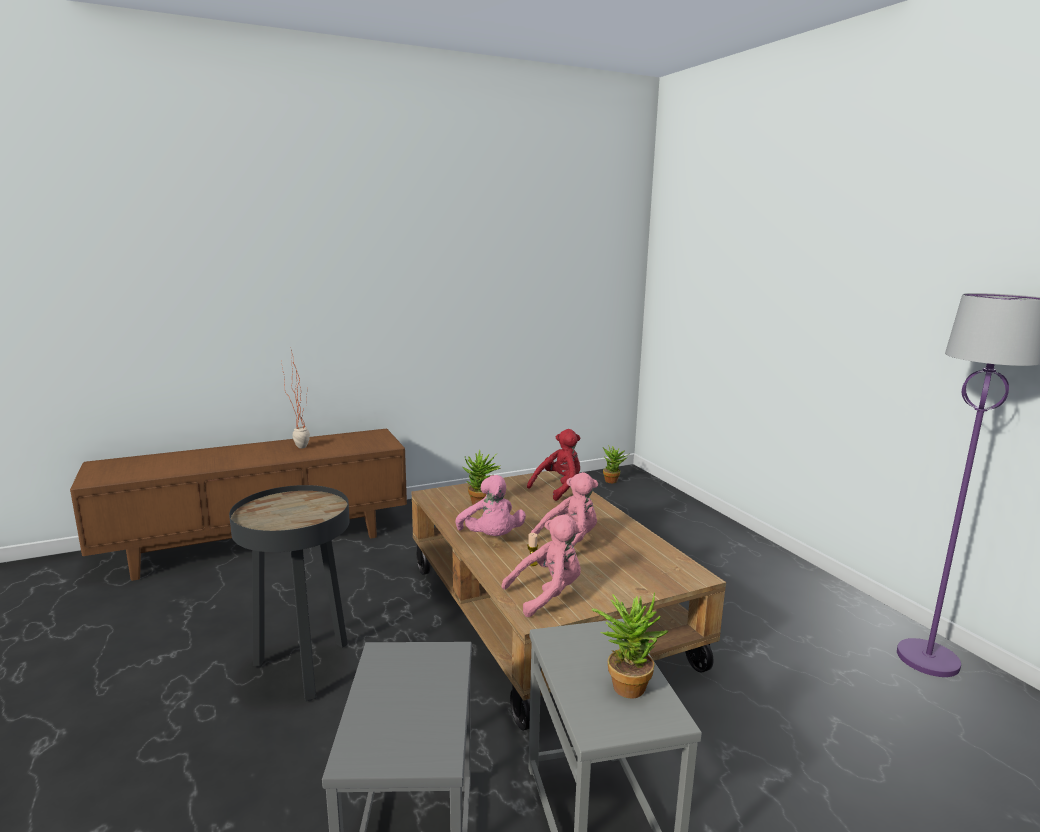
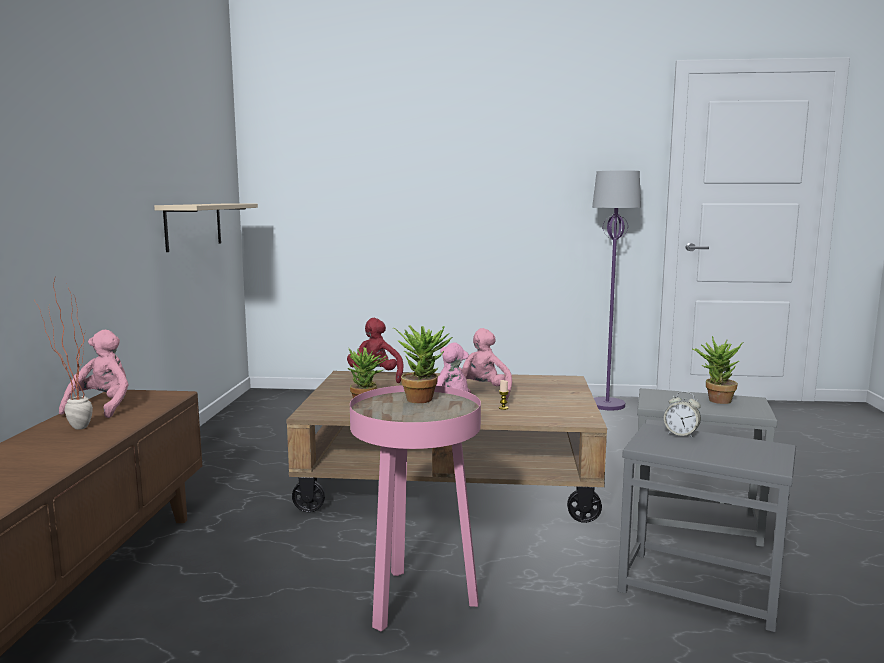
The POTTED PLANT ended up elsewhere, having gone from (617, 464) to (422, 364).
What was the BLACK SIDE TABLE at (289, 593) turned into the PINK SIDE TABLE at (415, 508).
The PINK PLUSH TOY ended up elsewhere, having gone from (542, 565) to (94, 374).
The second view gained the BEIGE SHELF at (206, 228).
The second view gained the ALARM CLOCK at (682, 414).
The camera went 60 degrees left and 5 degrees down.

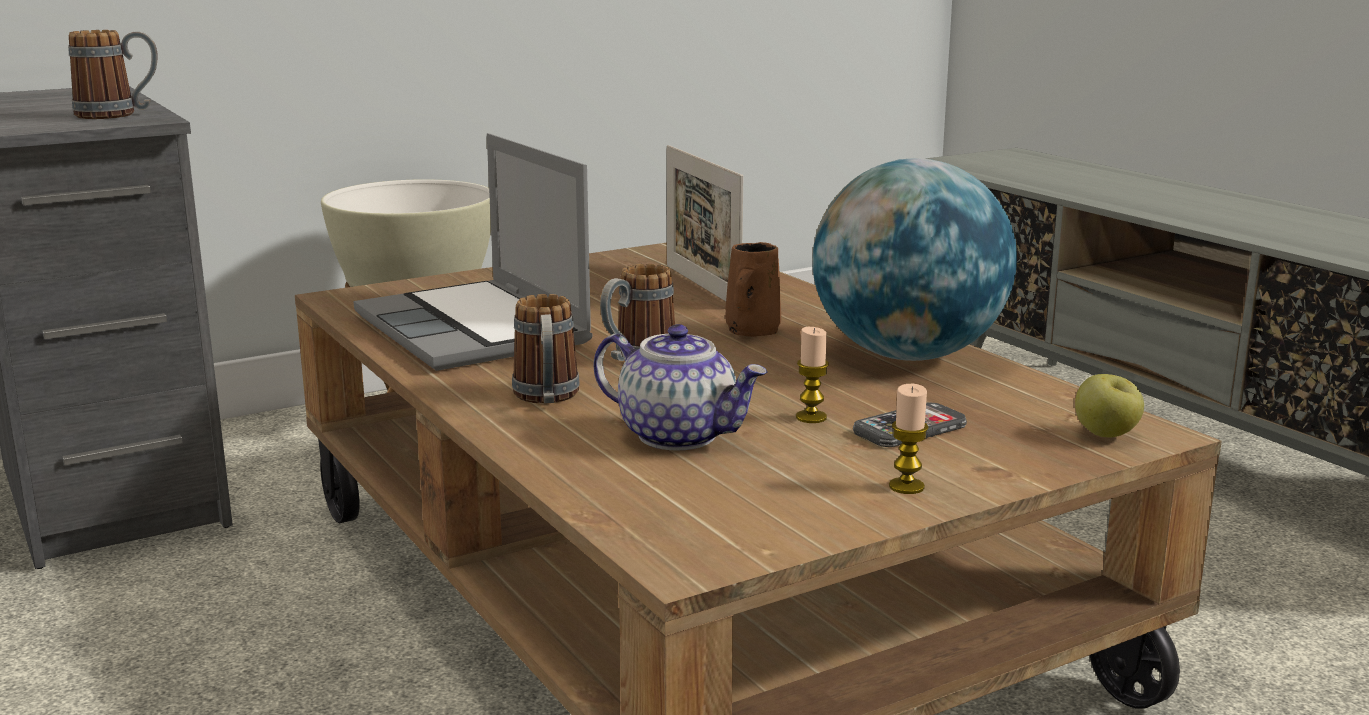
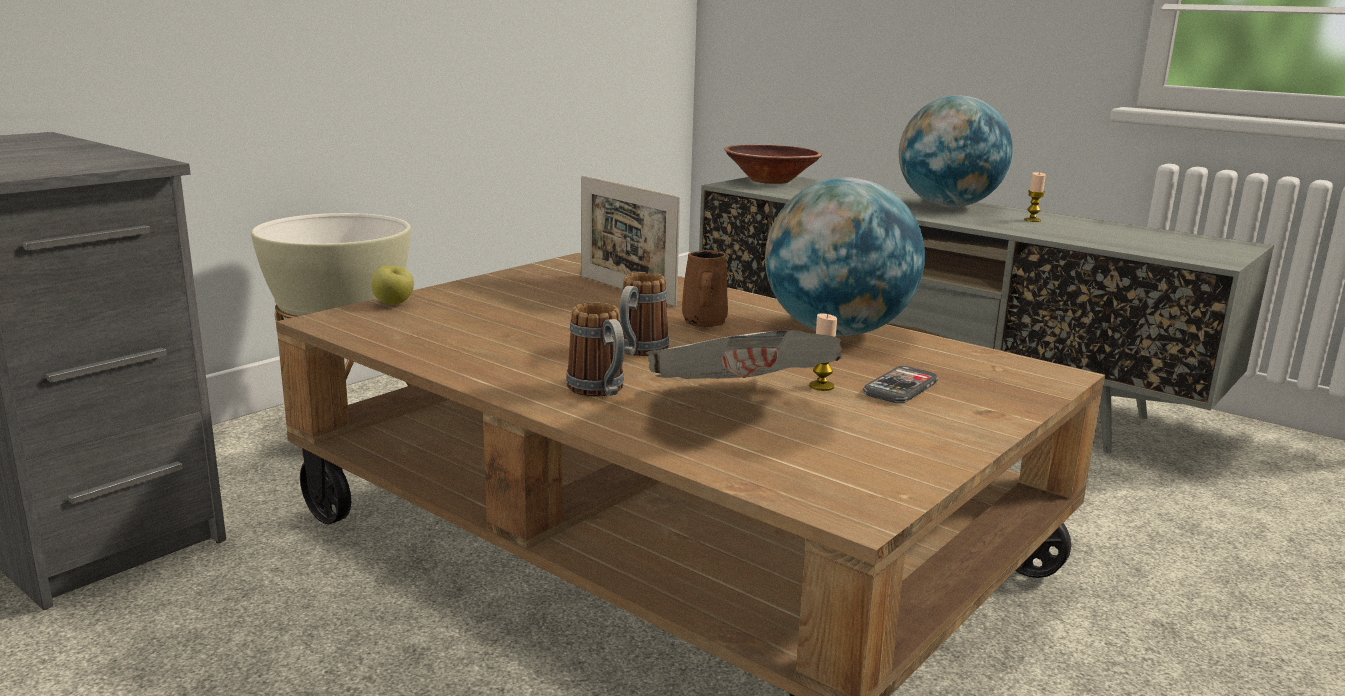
The second view lost the MUG at (113, 74).
The second view lost the LAPTOP at (473, 252).
Where the TEAPOT stood at (680, 387), the NEWSPAPER came to stand at (744, 354).
The APPLE ended up elsewhere, having gone from (1109, 406) to (392, 285).
The CANDLE ended up elsewhere, having gone from (909, 439) to (1035, 197).
The second view gained the GLOBE at (956, 151).
The second view gained the BROWN BOWL at (773, 164).
The camera went 20 degrees left and 0 degrees up.

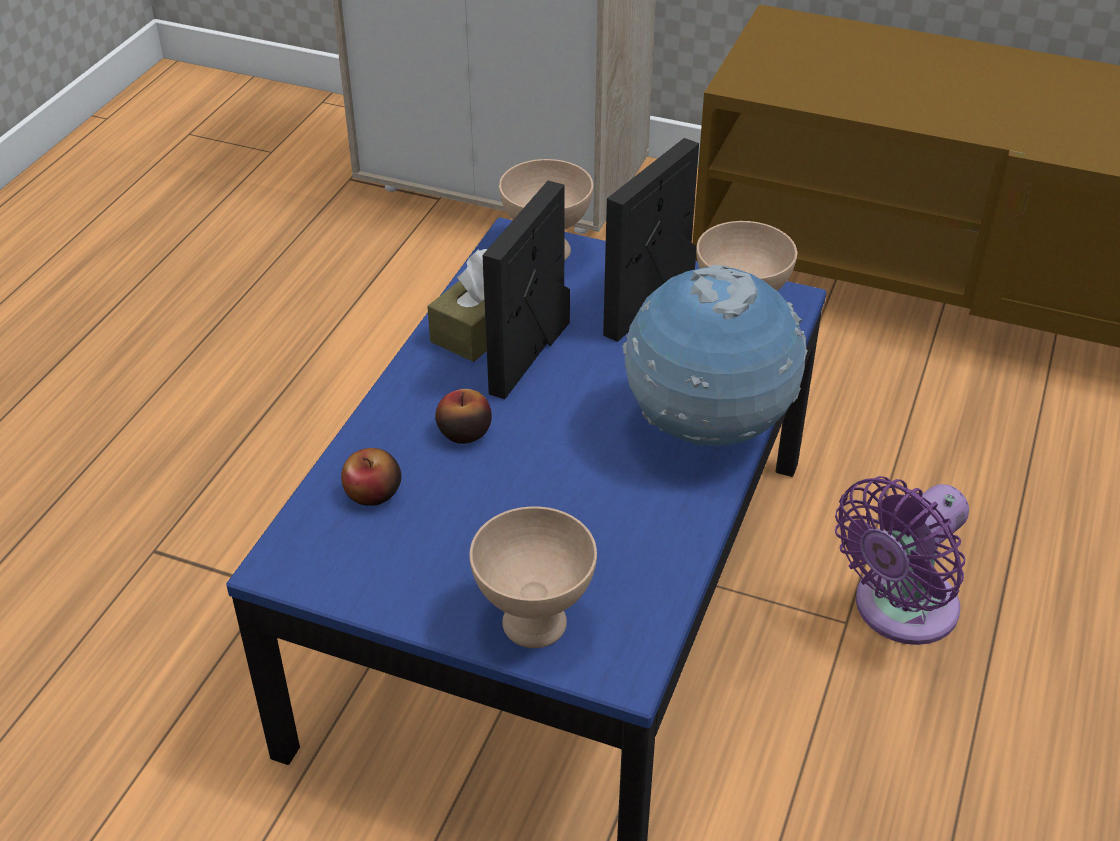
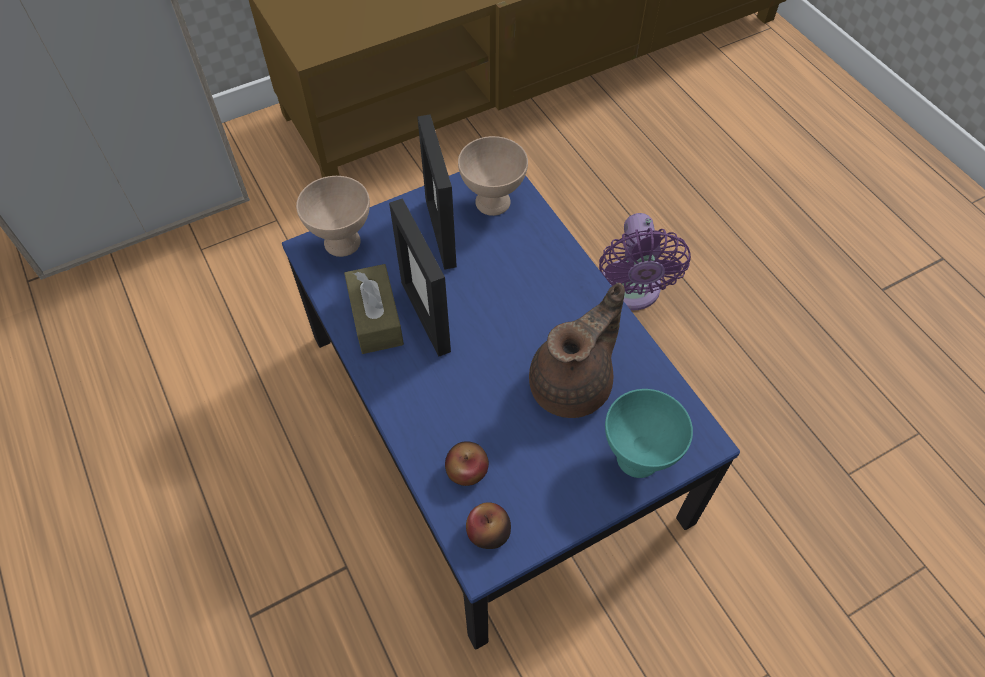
The second view lost the GLOBE at (715, 355).
The APPLE ended up elsewhere, having gone from (463, 416) to (488, 525).
What was the BEIGE BOWL at (533, 577) turned into the TURQUOISE BOWL at (649, 433).
The second view gained the BROWN TEAPOT at (577, 350).
The camera went 50 degrees left and 15 degrees up.

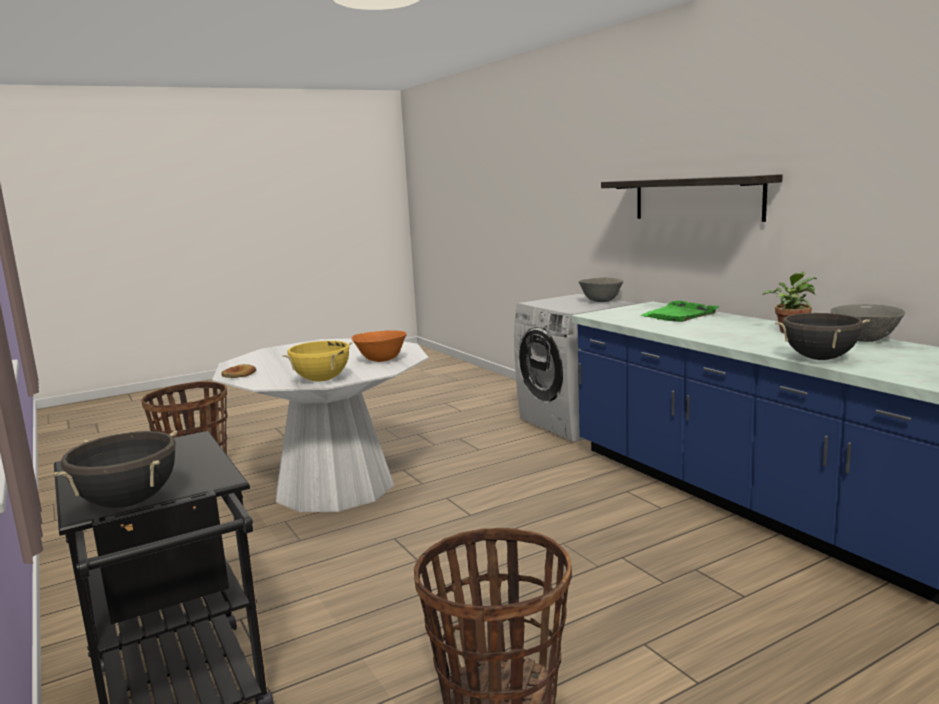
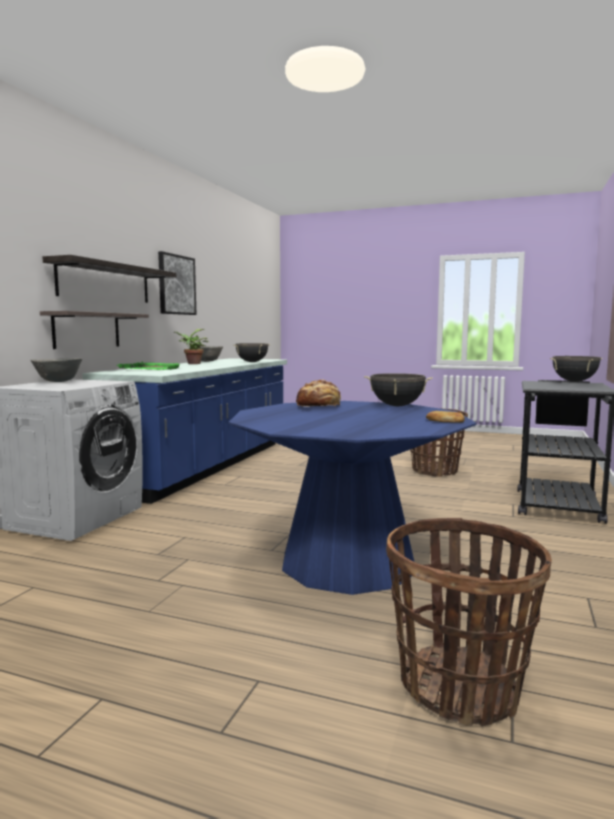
Where the ORANGE BOWL stood at (379, 346), the BREAD came to stand at (318, 393).
What was the WHITE DINING TABLE at (320, 425) turned into the BLUE DINING TABLE at (352, 498).
What was the YELLOW COOKING POT at (318, 361) turned into the BLACK COOKING POT at (398, 389).
The second view gained the PICTURE at (177, 283).
The second view gained the SHELF at (94, 330).
The camera went 130 degrees left and 5 degrees down.

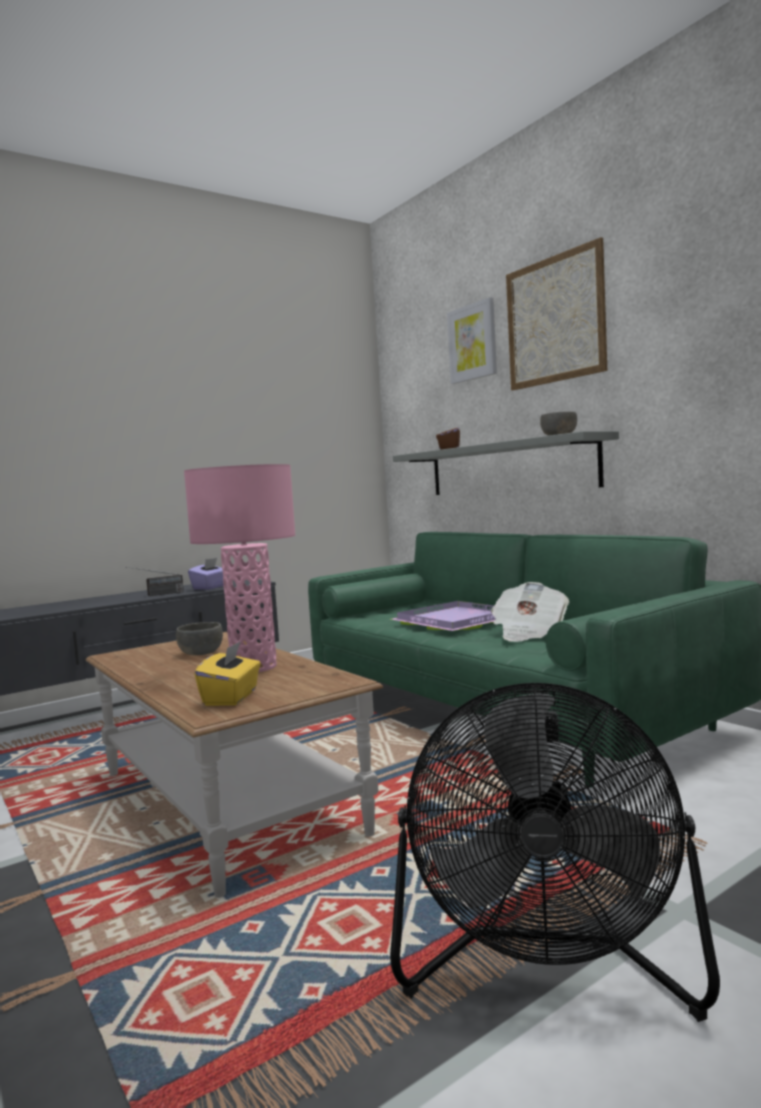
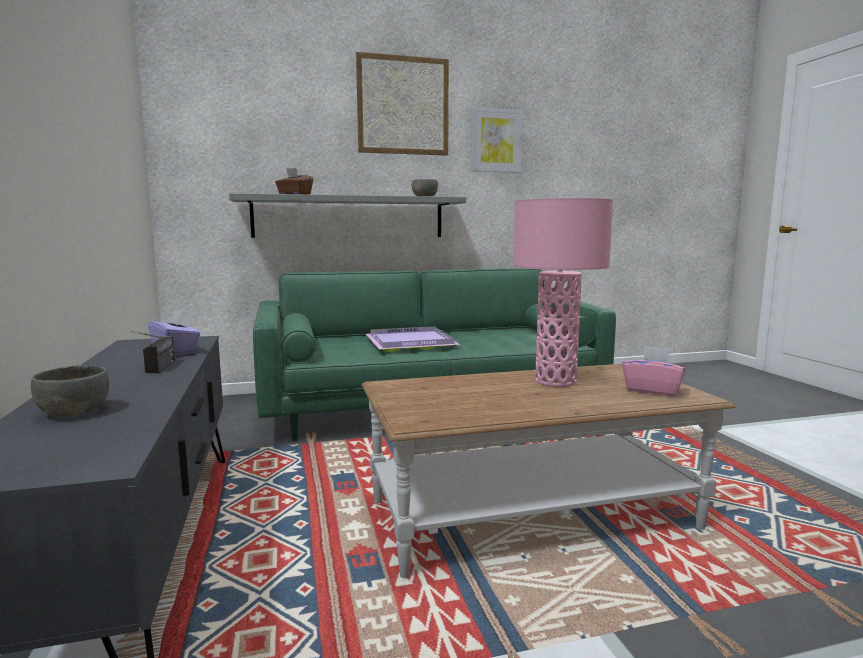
The PICTURE ended up elsewhere, having gone from (472, 340) to (496, 140).
The second view lost the NEWSPAPER at (530, 612).
The GREY BOWL ended up elsewhere, having gone from (199, 638) to (70, 391).
What was the YELLOW TISSUE BOX at (227, 673) turned into the PINK TISSUE BOX at (654, 370).
The second view lost the BLACK FAN at (555, 852).
The camera went 70 degrees left and 5 degrees up.

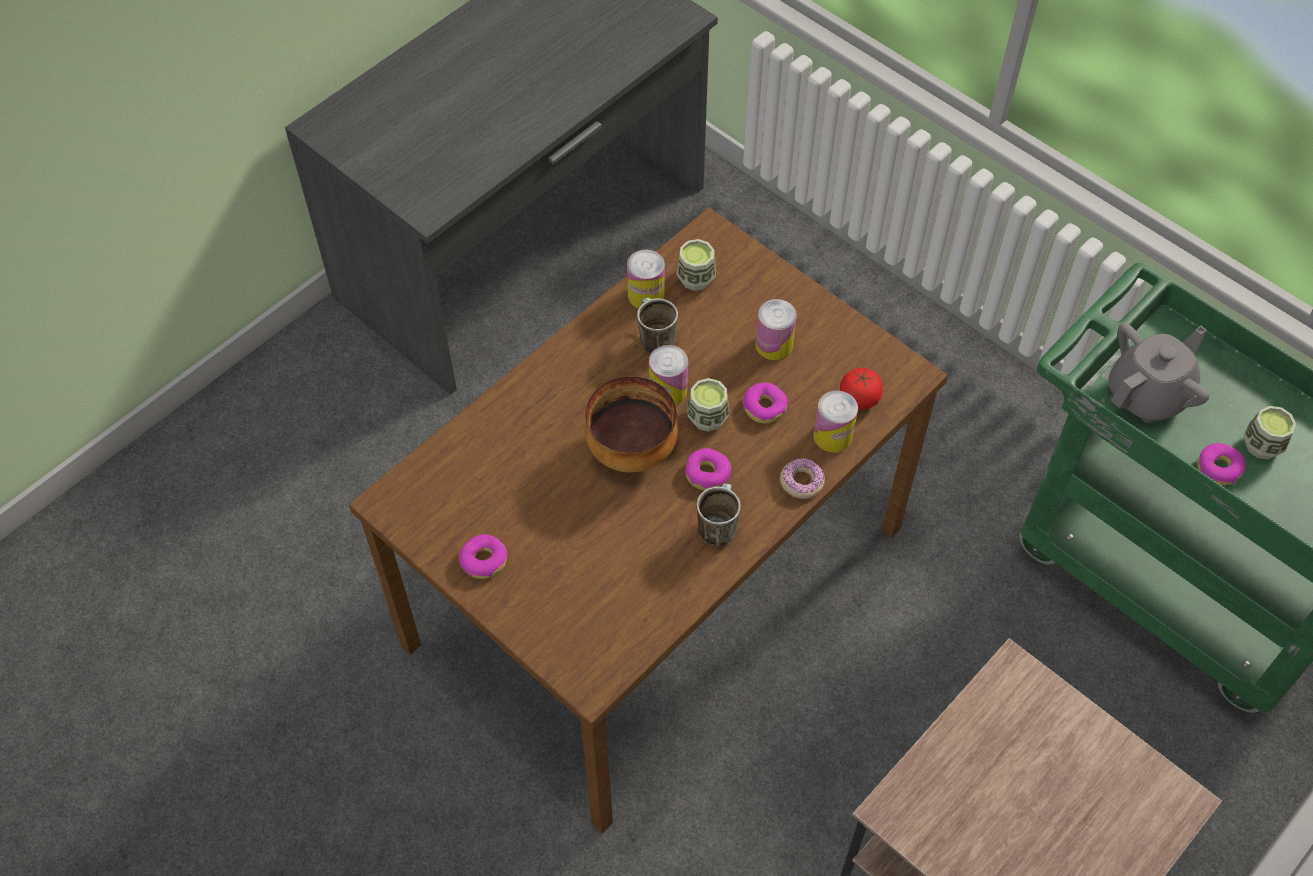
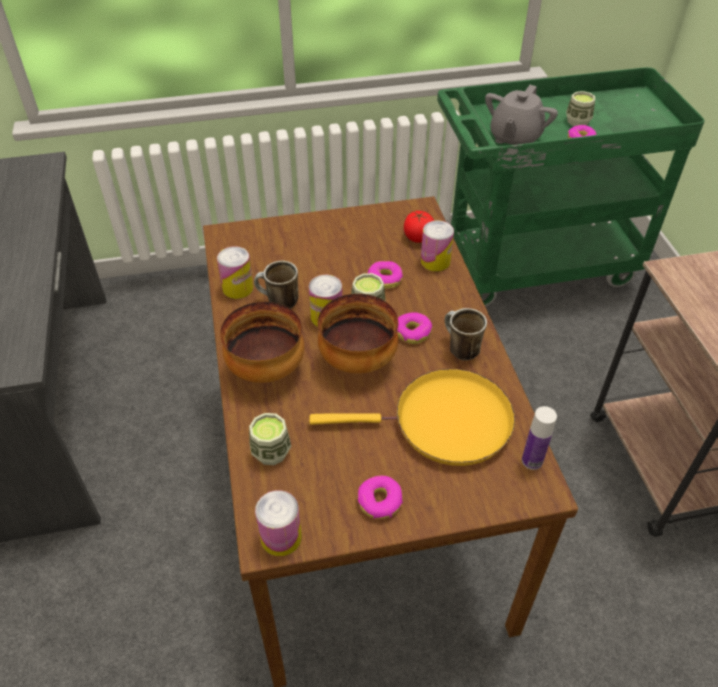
The CUP ended up elsewhere, having gone from (696, 265) to (270, 439).
The CAN ended up elsewhere, having gone from (776, 329) to (278, 523).
The GREY TEAPOT at (1158, 373) ended up facing another way, 150 degrees counterclockwise from before.
The second view lost the DONUT at (802, 478).
The second view gained the BOWL at (262, 342).
The second view gained the YELLOW FRYING PAN at (412, 417).
The second view gained the BOTTLE at (539, 438).
The camera went 55 degrees left and 10 degrees down.

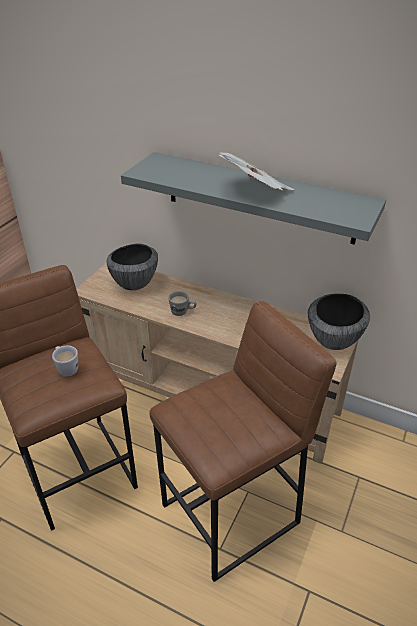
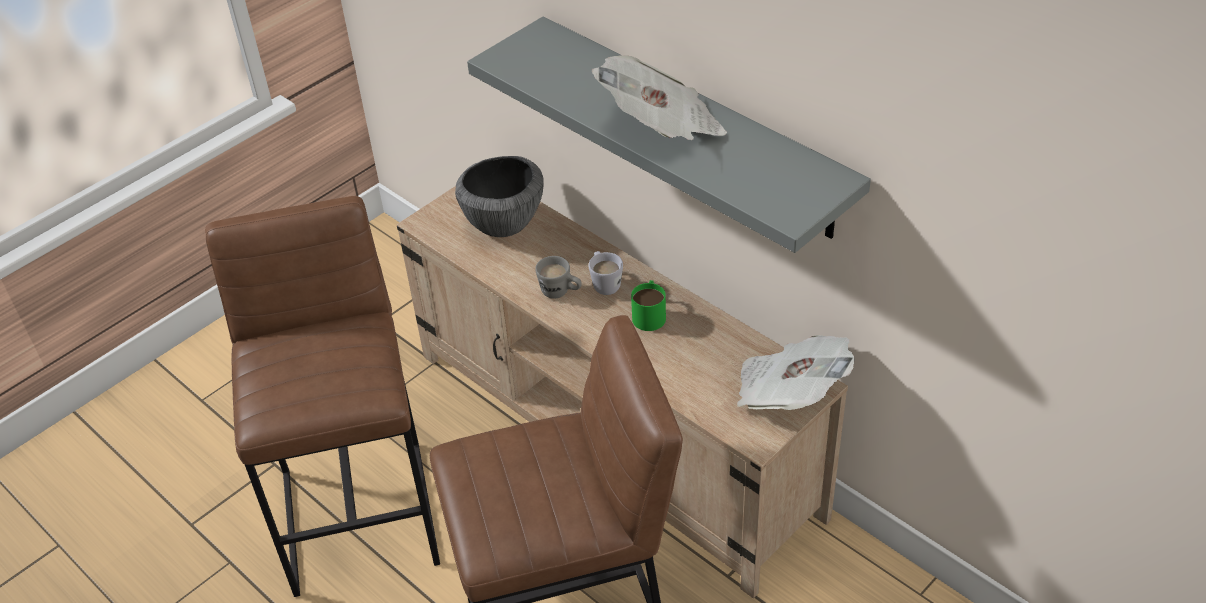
Where the BOWL stood at (339, 322), the NEWSPAPER came to stand at (796, 372).
The WHITE MUG ended up elsewhere, having gone from (65, 361) to (606, 273).
The second view gained the GREEN MUG at (648, 305).
The camera went 20 degrees right and 5 degrees up.

